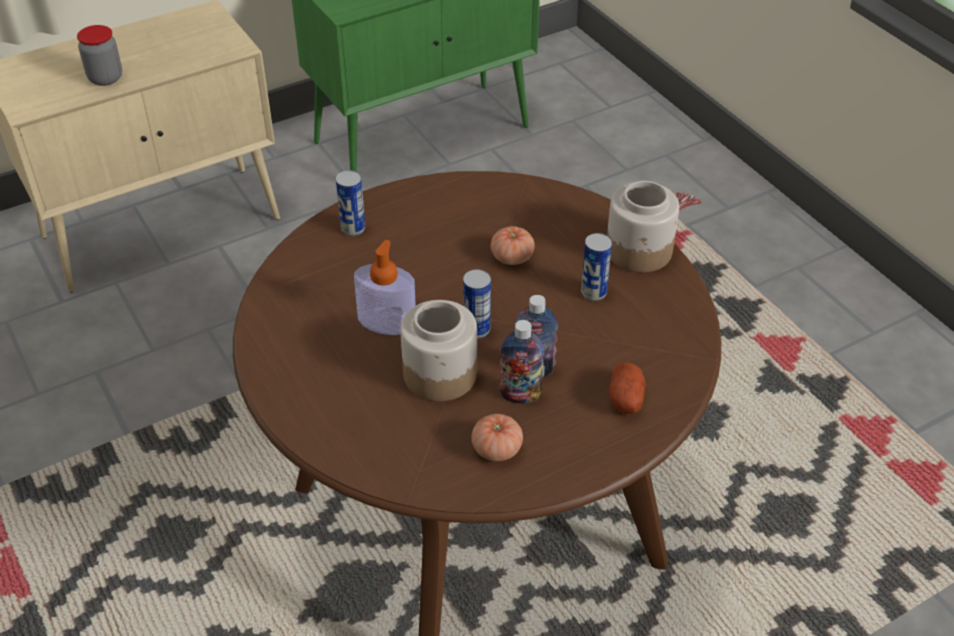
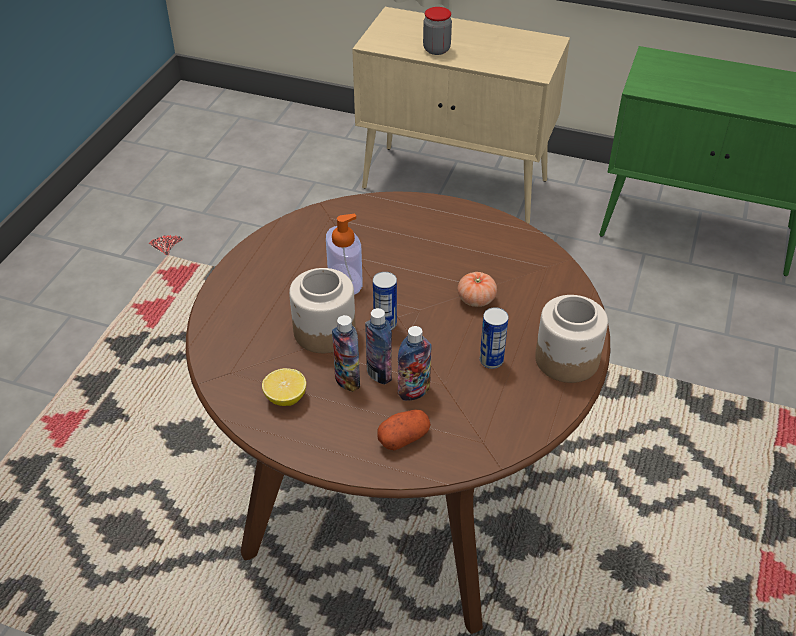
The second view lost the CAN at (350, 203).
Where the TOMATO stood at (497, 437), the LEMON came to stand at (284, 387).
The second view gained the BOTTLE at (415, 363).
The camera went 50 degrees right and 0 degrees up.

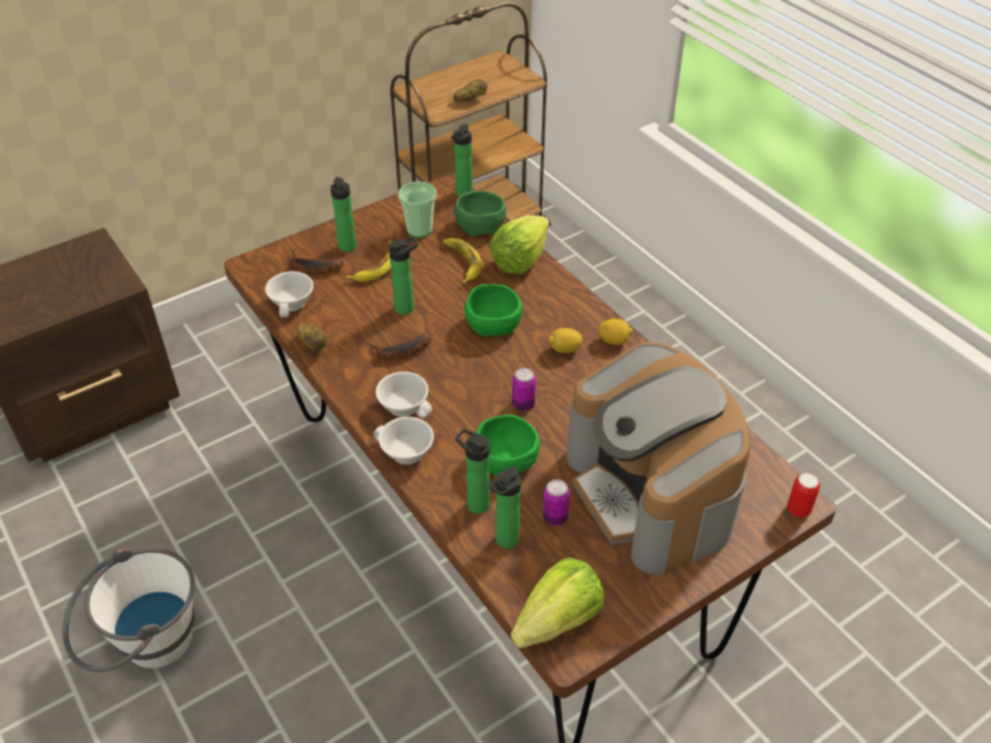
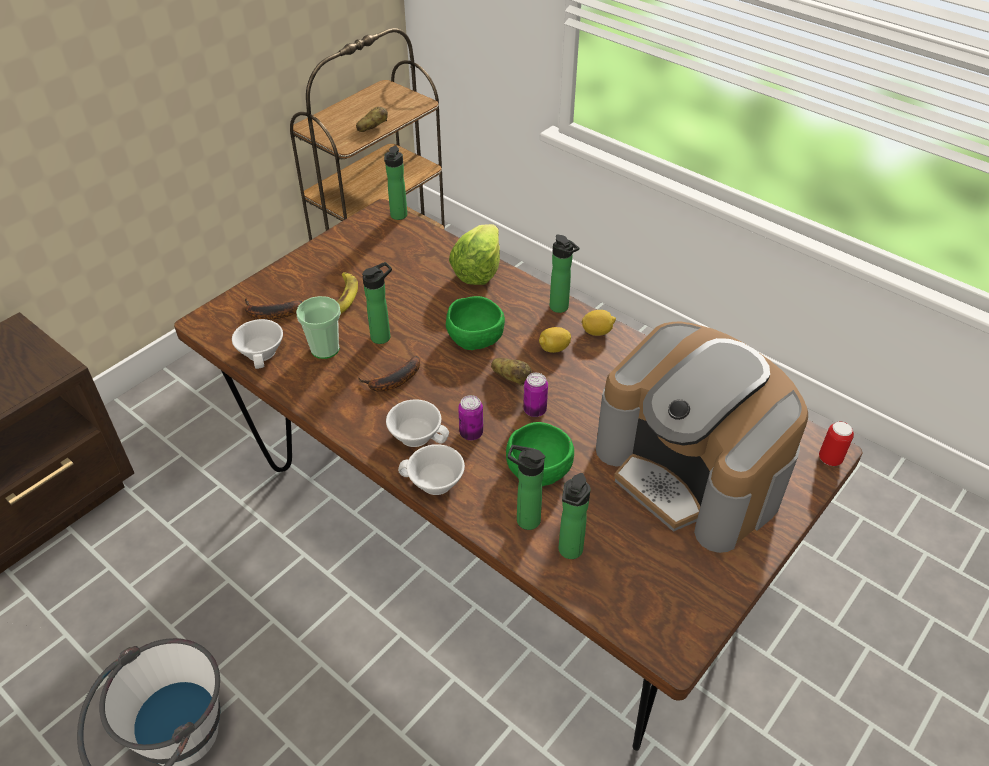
The BOTTLE ended up elsewhere, having gone from (343, 214) to (564, 274).
The CUP ended up elsewhere, having gone from (417, 210) to (318, 327).
The second view lost the GREEN BOWL at (480, 214).
The second view lost the BANANA at (462, 261).
The POTATO ended up elsewhere, having gone from (312, 337) to (511, 372).
The CAN ended up elsewhere, having gone from (556, 502) to (470, 417).
The second view lost the LETTUCE at (557, 602).
The camera went 15 degrees left and 0 degrees up.

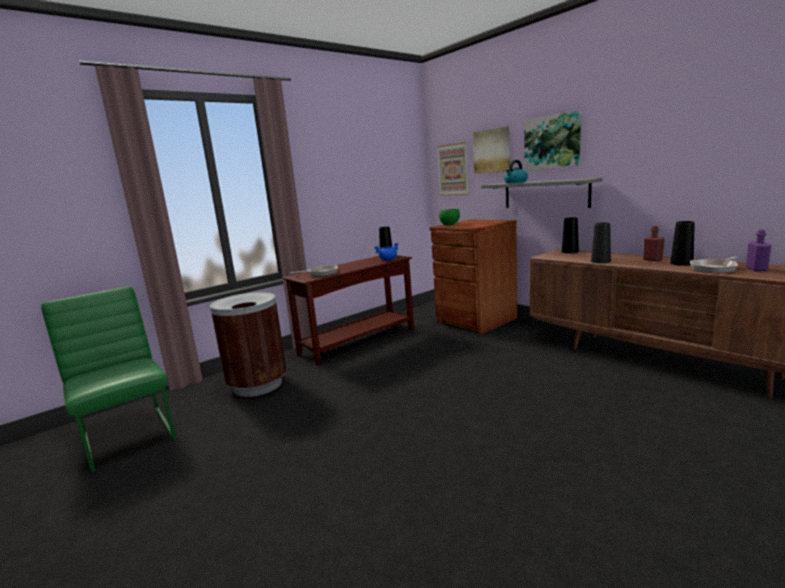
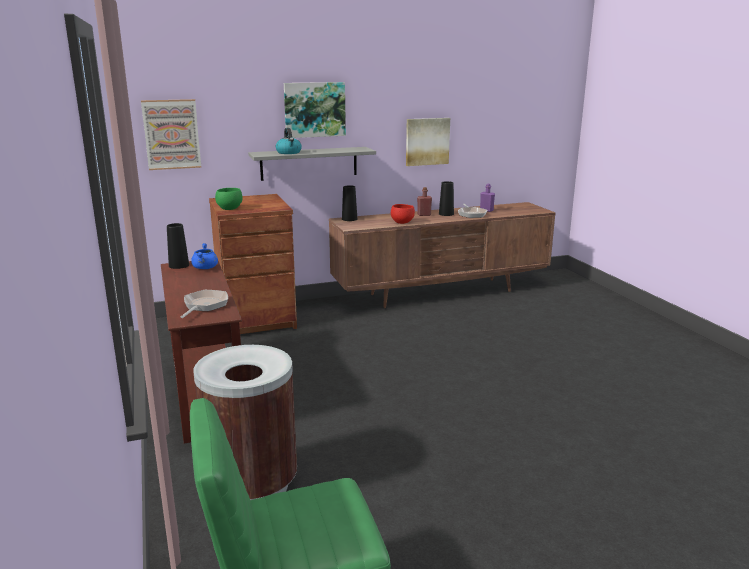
The PICTURE ended up elsewhere, having gone from (491, 150) to (428, 142).
Where the BLACK VASE stood at (601, 242), the RED BOWL came to stand at (403, 214).
The camera went 70 degrees left and 5 degrees up.

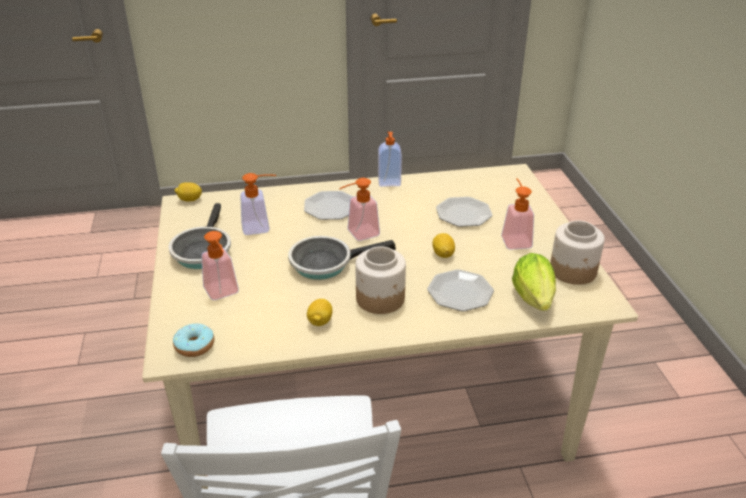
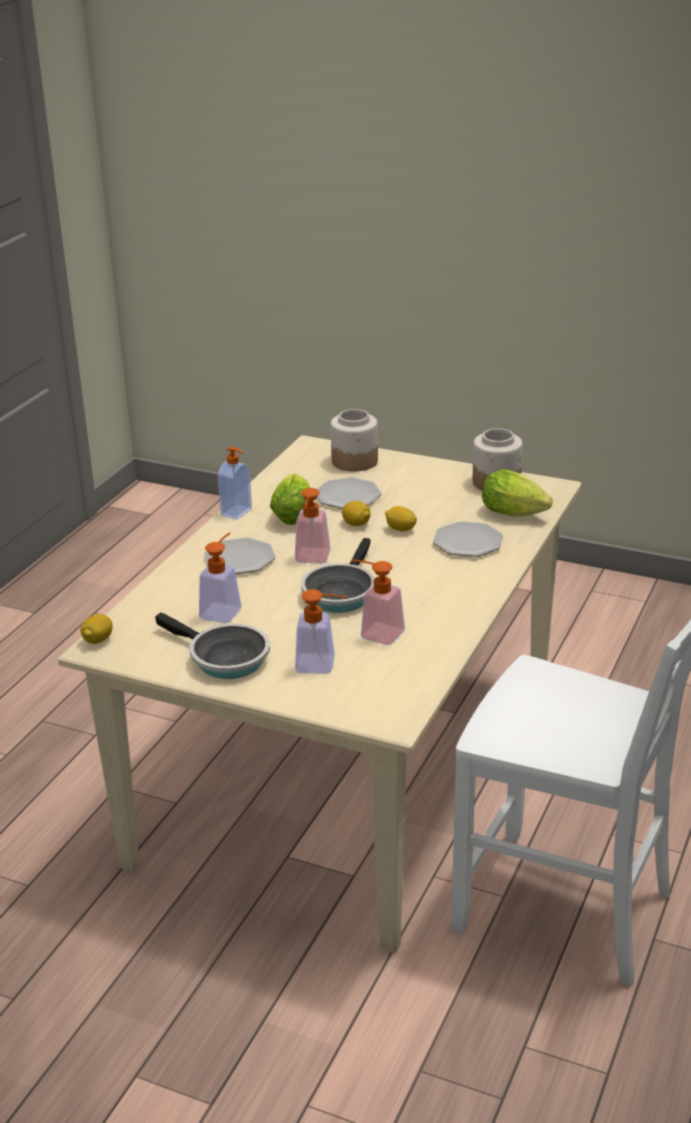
The SOAP DISPENSER ended up elsewhere, having gone from (517, 214) to (378, 602).
The JAR ended up elsewhere, having gone from (380, 280) to (354, 440).
The LEMON ended up elsewhere, having gone from (320, 312) to (356, 513).
The second view lost the DONUT at (193, 340).
The second view gained the LETTUCE at (290, 499).
The camera went 55 degrees left and 5 degrees down.

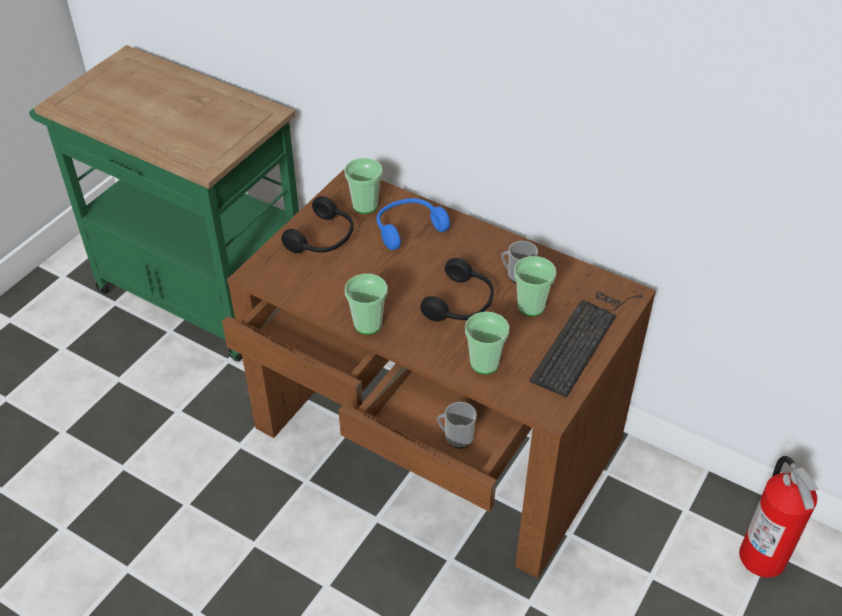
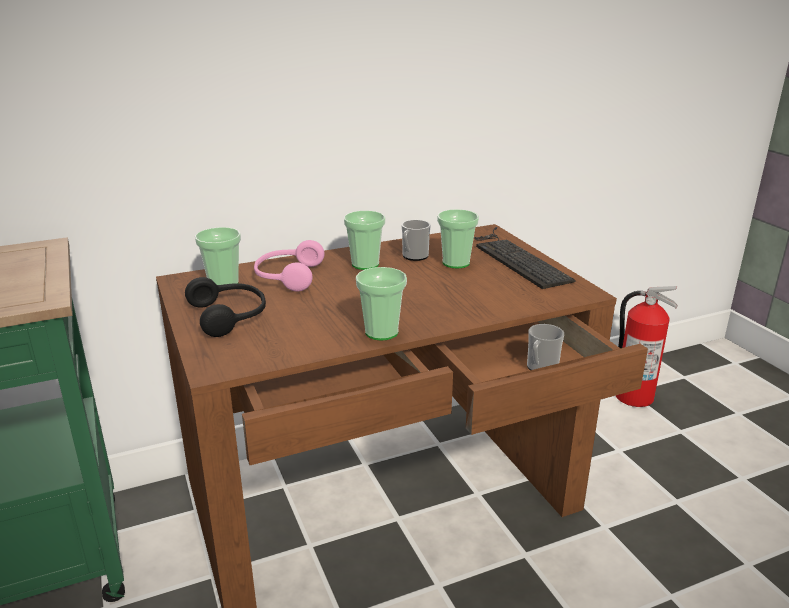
What was the BLUE HEADPHONES at (413, 224) turned into the PINK HEADPHONES at (289, 266).
The second view lost the BLACK HEADPHONES at (457, 289).
The CUP ended up elsewhere, having gone from (487, 342) to (364, 240).
The camera went 55 degrees left and 20 degrees down.

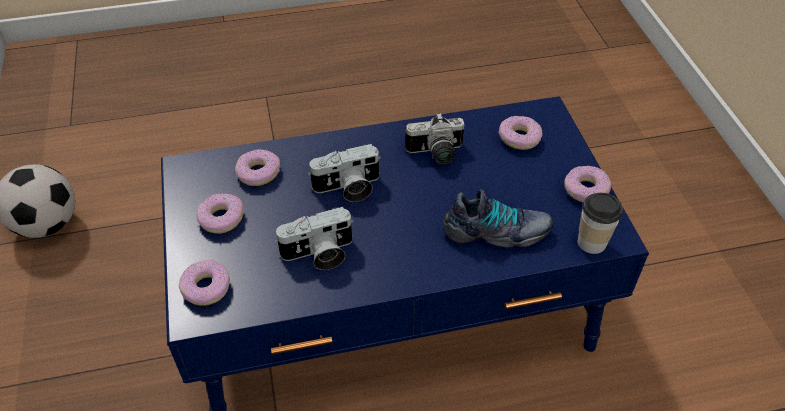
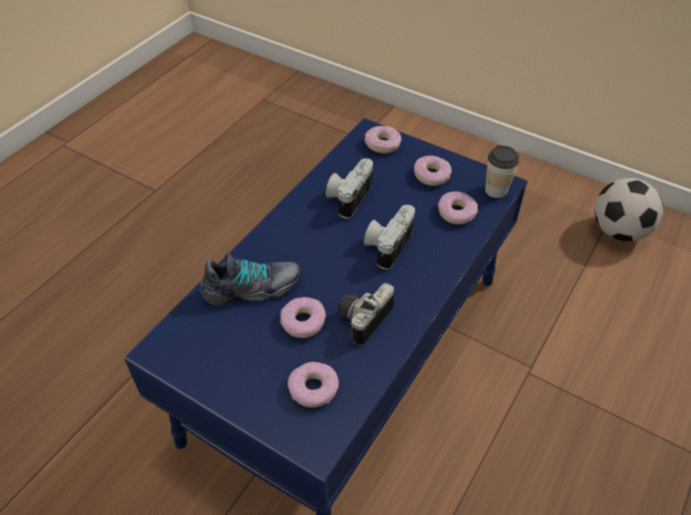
The DONUT ended up elsewhere, having gone from (587, 184) to (303, 317).
The SHOE at (498, 218) ended up facing another way, 150 degrees counterclockwise from before.
The CUP ended up elsewhere, having gone from (600, 223) to (502, 171).
The camera went 135 degrees right and 0 degrees up.

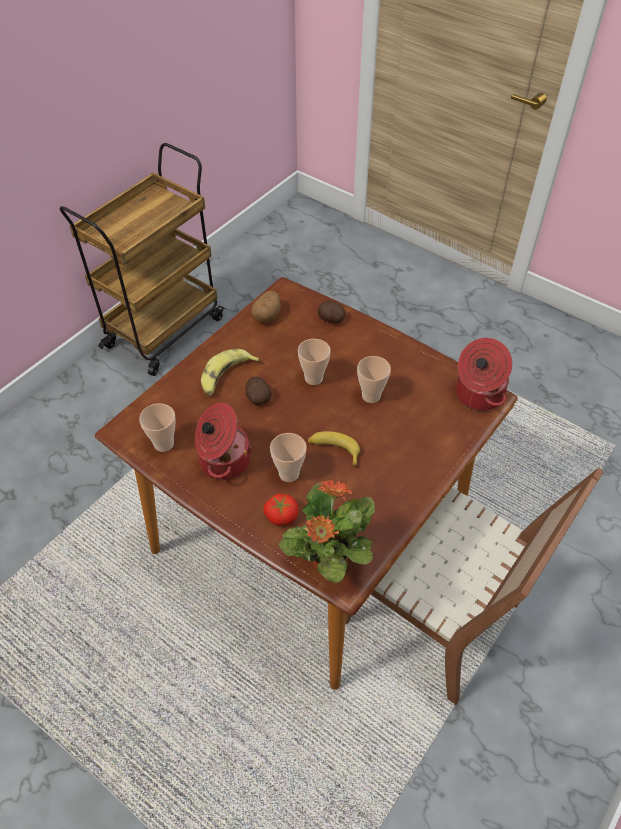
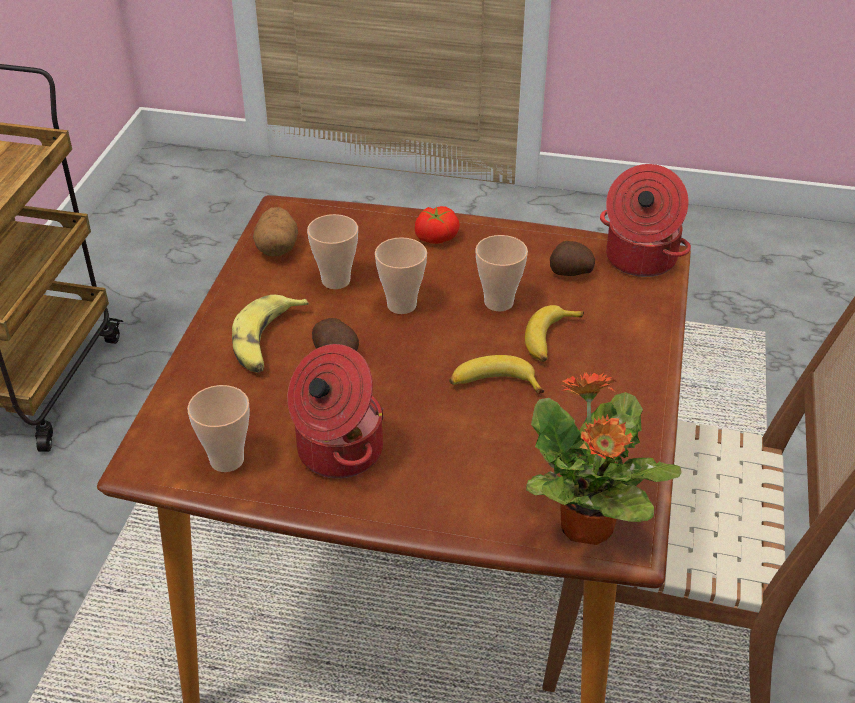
The POTATO ended up elsewhere, having gone from (331, 311) to (572, 258).
The CUP ended up elsewhere, having gone from (288, 457) to (332, 251).
The TOMATO ended up elsewhere, having gone from (281, 509) to (437, 225).
The second view gained the BANANA at (554, 333).
The camera went 25 degrees left and 10 degrees down.

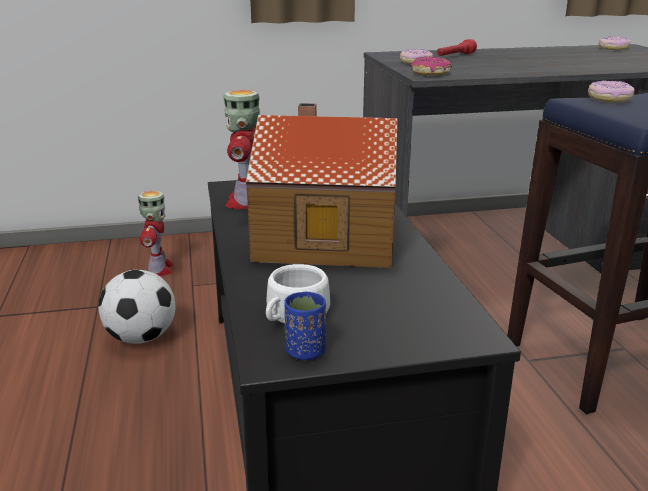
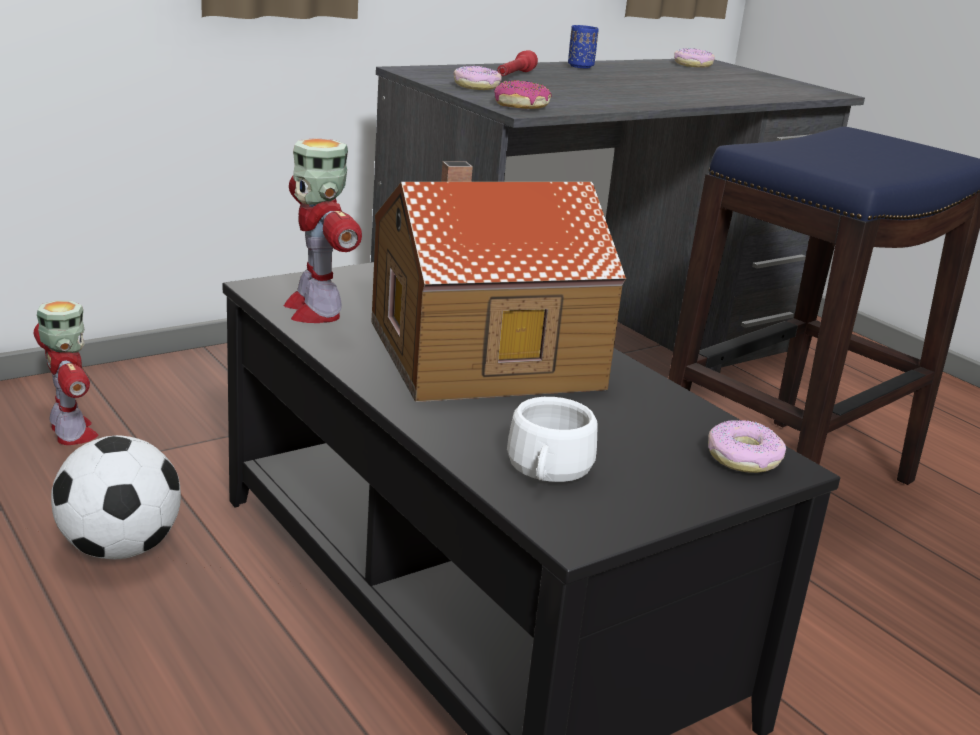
The DONUT ended up elsewhere, having gone from (611, 91) to (747, 446).
The BLUE CUP ended up elsewhere, having gone from (305, 326) to (583, 46).
The camera went 25 degrees left and 0 degrees up.

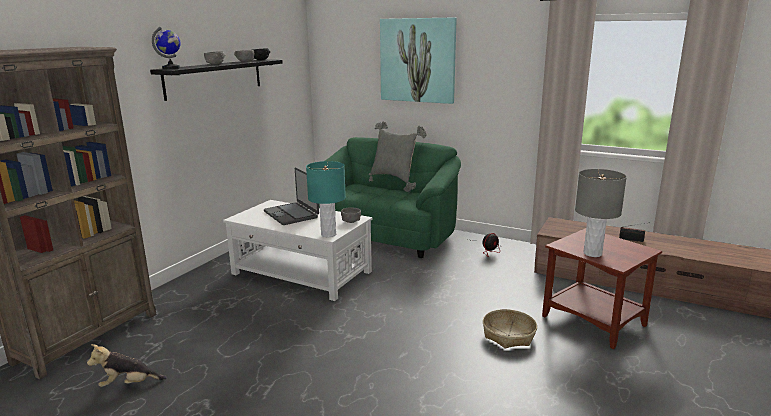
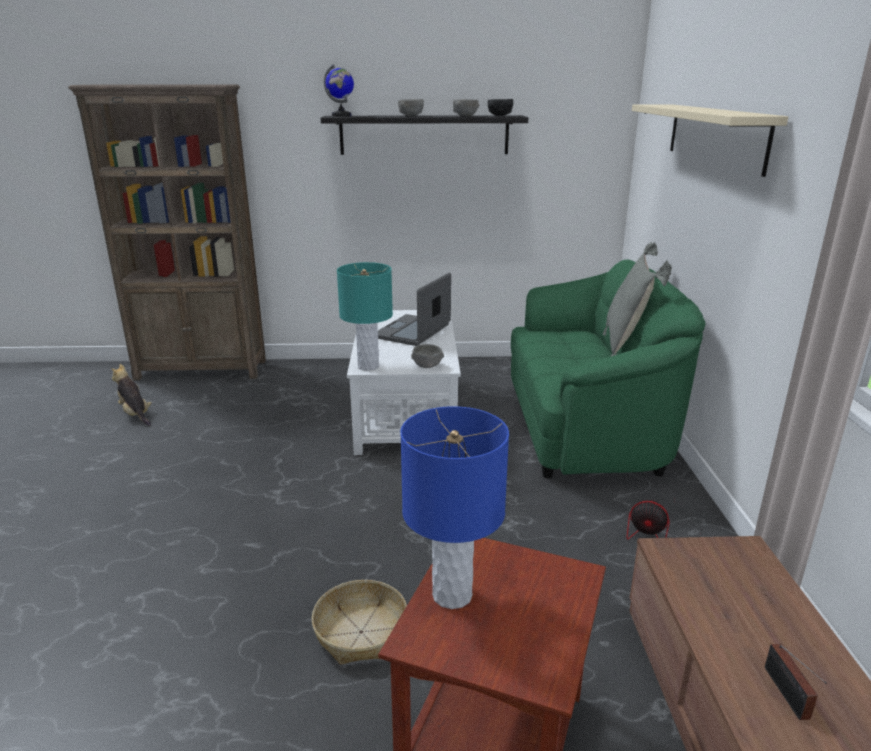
Where the PICTURE hung at (418, 61), the BEIGE SHELF came to hang at (710, 140).
What was the GREY TABLE LAMP at (601, 213) turned into the BLUE TABLE LAMP at (454, 507).
The camera went 60 degrees right and 5 degrees up.

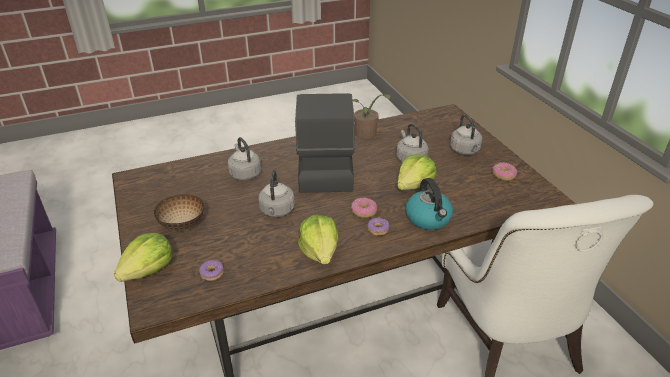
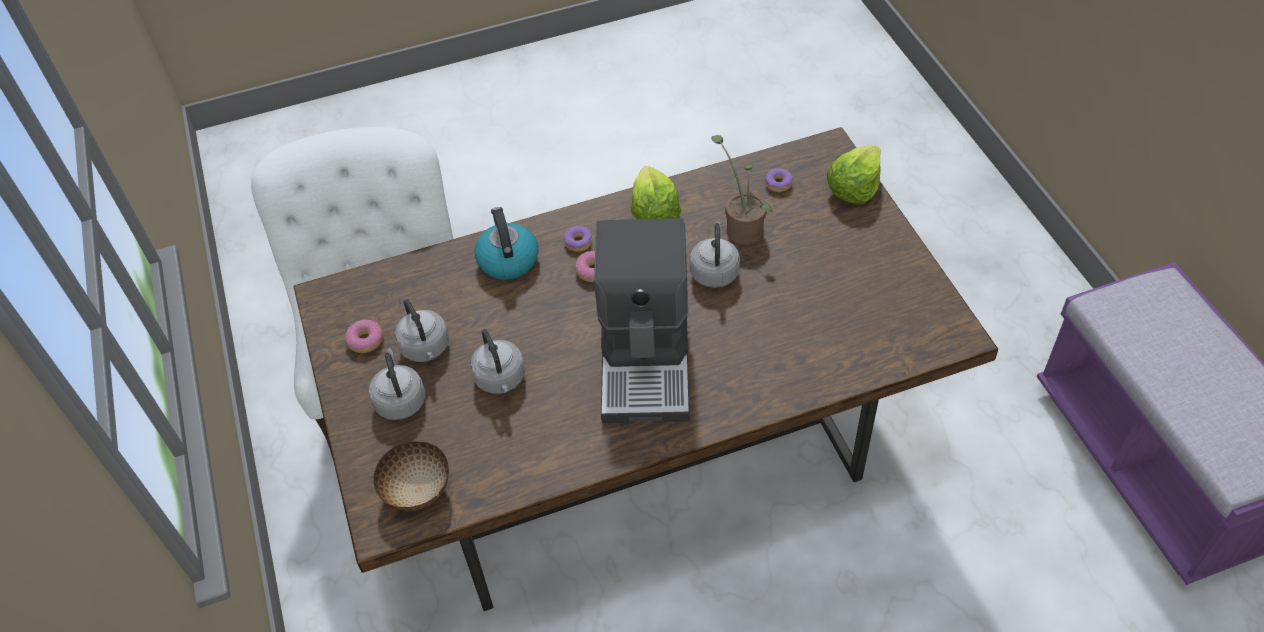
The POTTED PLANT ended up elsewhere, having gone from (372, 116) to (742, 190).
The GREY KETTLE ended up elsewhere, having gone from (244, 158) to (422, 330).
The second view lost the LETTUCE at (417, 172).
The BOWL ended up elsewhere, having gone from (179, 212) to (411, 476).
The camera went 175 degrees left and 15 degrees up.

